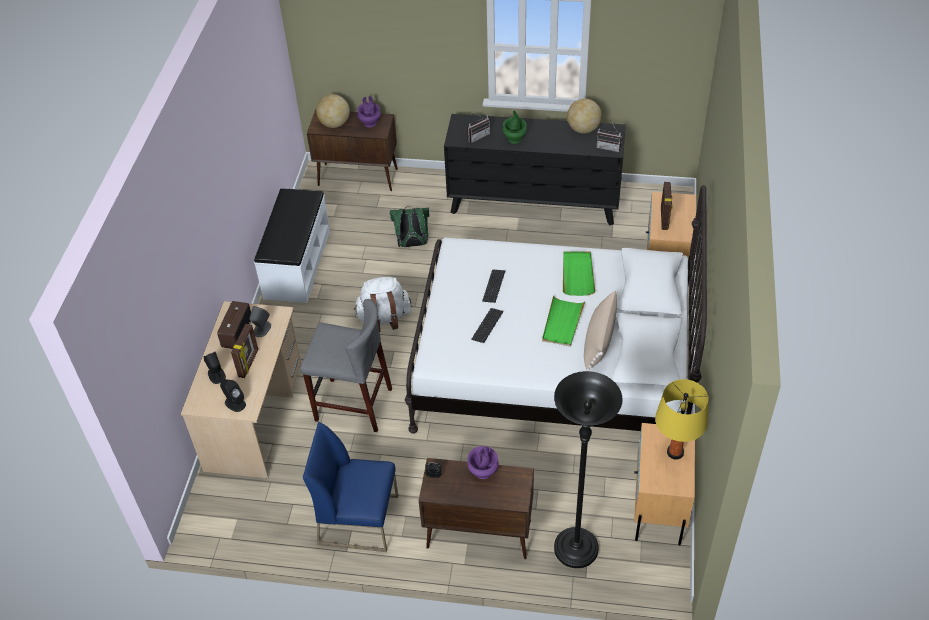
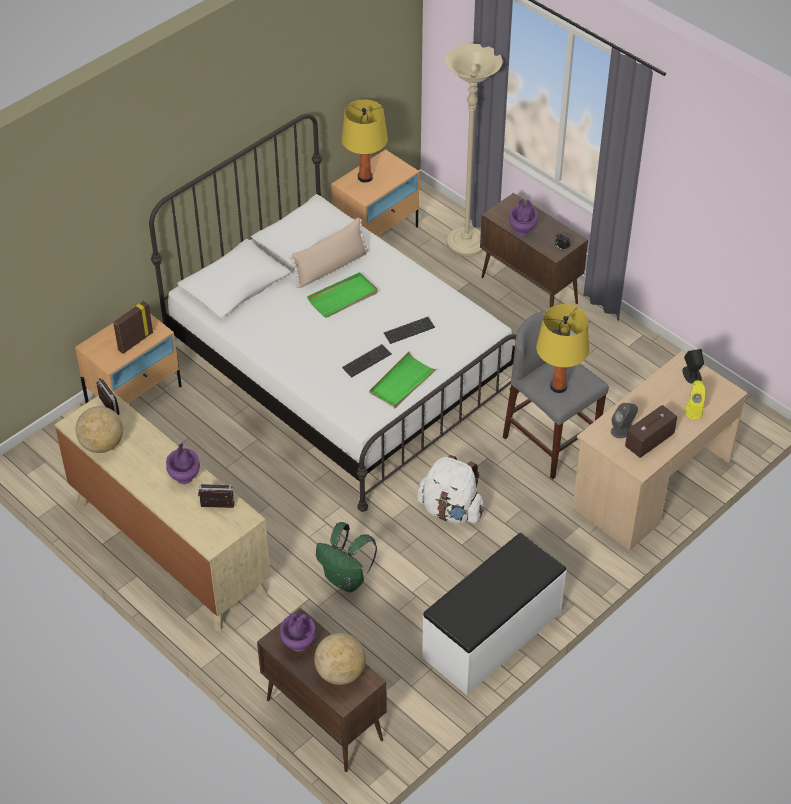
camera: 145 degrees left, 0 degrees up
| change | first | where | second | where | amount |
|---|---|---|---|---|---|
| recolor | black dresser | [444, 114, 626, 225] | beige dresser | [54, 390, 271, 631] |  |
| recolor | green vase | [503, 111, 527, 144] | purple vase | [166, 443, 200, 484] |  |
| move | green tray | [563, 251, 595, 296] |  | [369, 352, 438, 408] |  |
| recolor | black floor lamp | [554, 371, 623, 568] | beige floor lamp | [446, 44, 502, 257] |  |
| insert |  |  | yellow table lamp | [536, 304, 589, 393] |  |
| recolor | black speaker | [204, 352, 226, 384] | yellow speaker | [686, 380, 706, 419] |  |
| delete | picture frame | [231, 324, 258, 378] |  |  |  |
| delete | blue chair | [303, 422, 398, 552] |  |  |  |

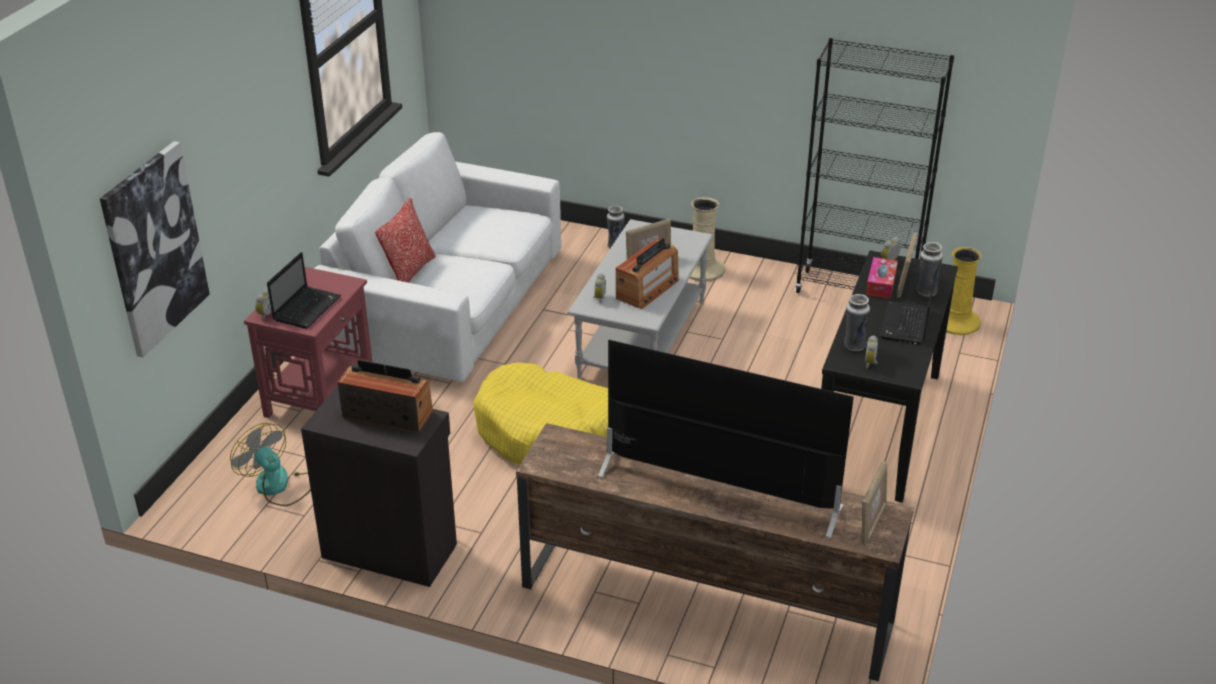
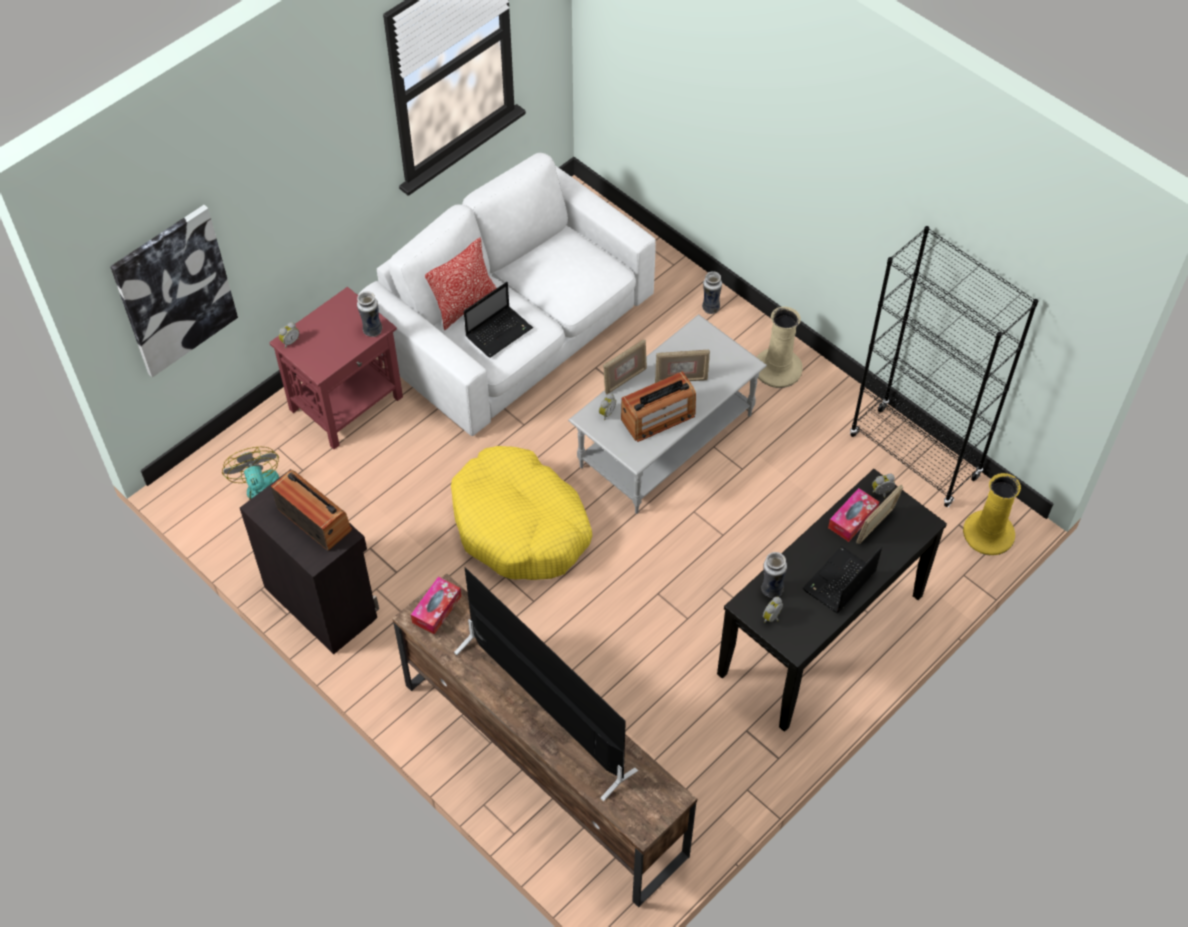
camera: 25 degrees right, 20 degrees up
| change | first | where | second | where | amount |
|---|---|---|---|---|---|
| move | vase | [917, 242, 943, 297] |  | [357, 291, 382, 337] |  |
| insert |  |  | tissue box | [411, 577, 461, 634] |  |
| move | laptop | [267, 252, 341, 329] |  | [464, 282, 533, 358] |  |
| move | picture frame | [862, 460, 887, 546] |  | [603, 339, 647, 395] |  |

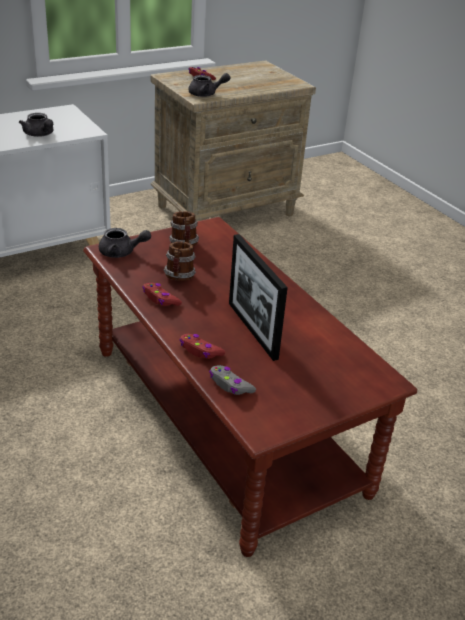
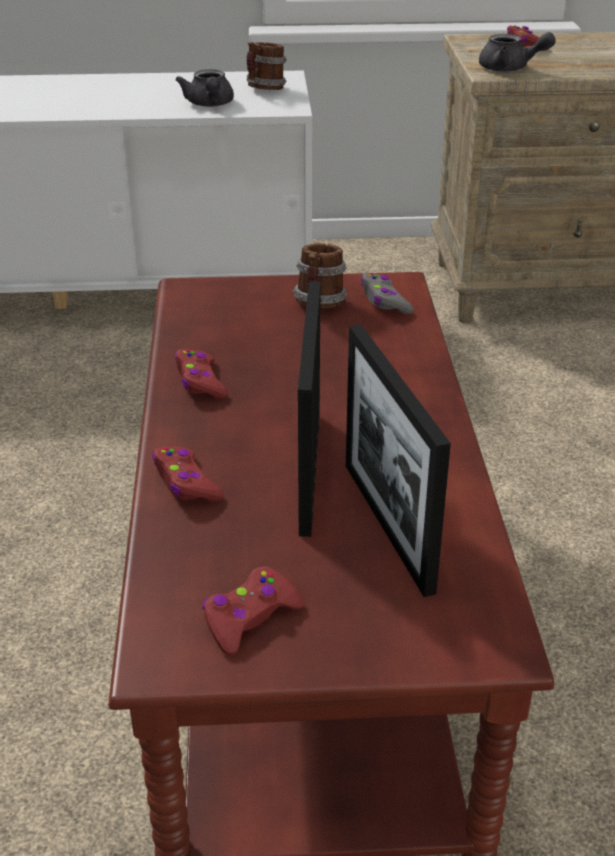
camera: 30 degrees right, 0 degrees up
| change | first | where | second | where | amount |
|---|---|---|---|---|---|
| insert |  |  | red game controller | [202, 566, 305, 655] |  |
| move | mug | [164, 241, 196, 281] |  | [246, 42, 287, 90] |  |
| insert |  |  | picture frame | [346, 324, 451, 597] |  |
| move | grey game controller | [209, 365, 256, 395] |  | [361, 273, 414, 314] |  |
| delete | grey teapot | [99, 228, 151, 258] |  |  |  |

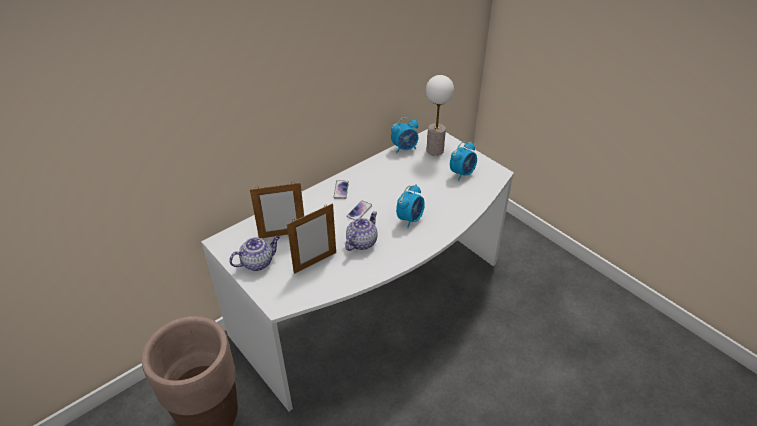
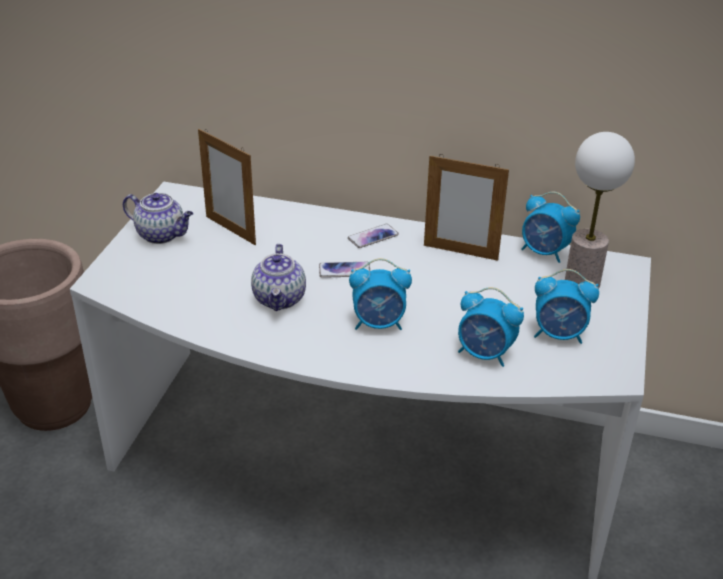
camera: 55 degrees right, 5 degrees down
| change | first | where | second | where | amount |
|---|---|---|---|---|---|
| rotate | teapot | [345, 211, 378, 251] |  | [251, 244, 306, 311] | 90 degrees clockwise |
| move | picture frame | [287, 203, 336, 274] |  | [424, 154, 509, 261] |  |
| insert |  |  | alarm clock | [458, 287, 524, 367] |  |

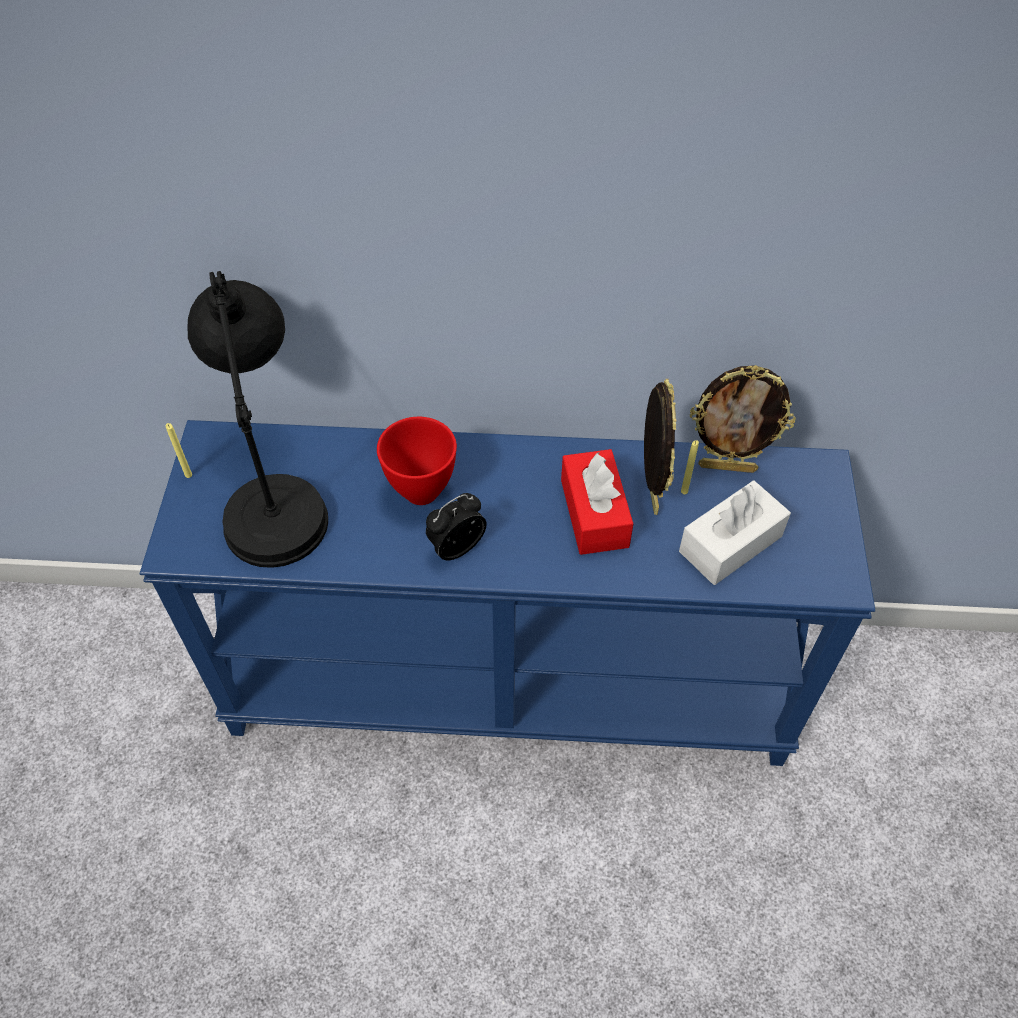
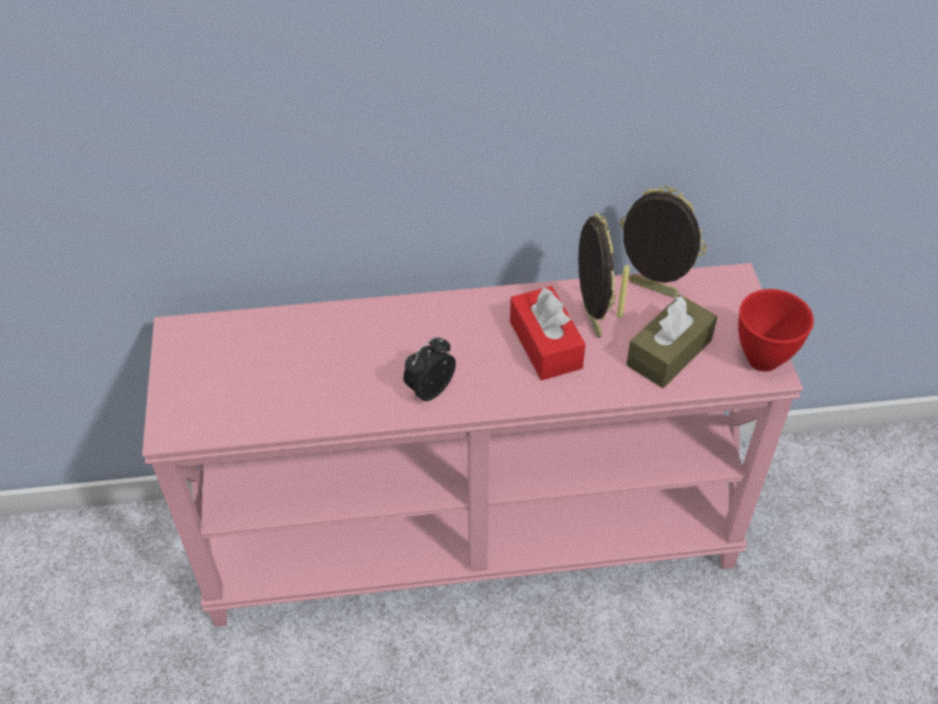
camera: 10 degrees left, 5 degrees down
| change | first | where | second | where | amount |
|---|---|---|---|---|---|
| recolor | blue console table | [140, 420, 875, 766] | pink console table | [142, 263, 803, 627] |  |
| rotate | picture frame | [690, 365, 796, 473] |  | [620, 185, 707, 298] | 150 degrees counterclockwise |
| recolor | white tissue box | [679, 481, 791, 585] | brown tissue box | [626, 295, 717, 388] |  |
| move | red bowl | [377, 417, 457, 505] |  | [738, 289, 814, 372] |  |
| delete | yellow candle | [166, 423, 192, 478] |  |  |  |
| delete | black table lamp | [187, 271, 328, 568] |  |  |  |

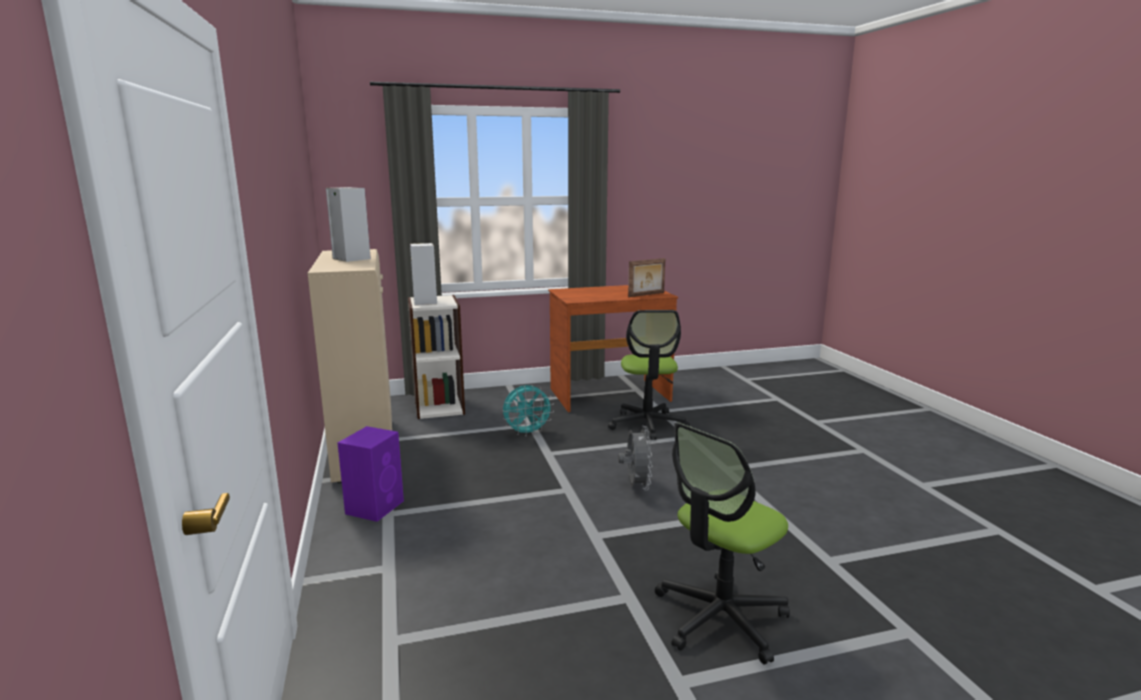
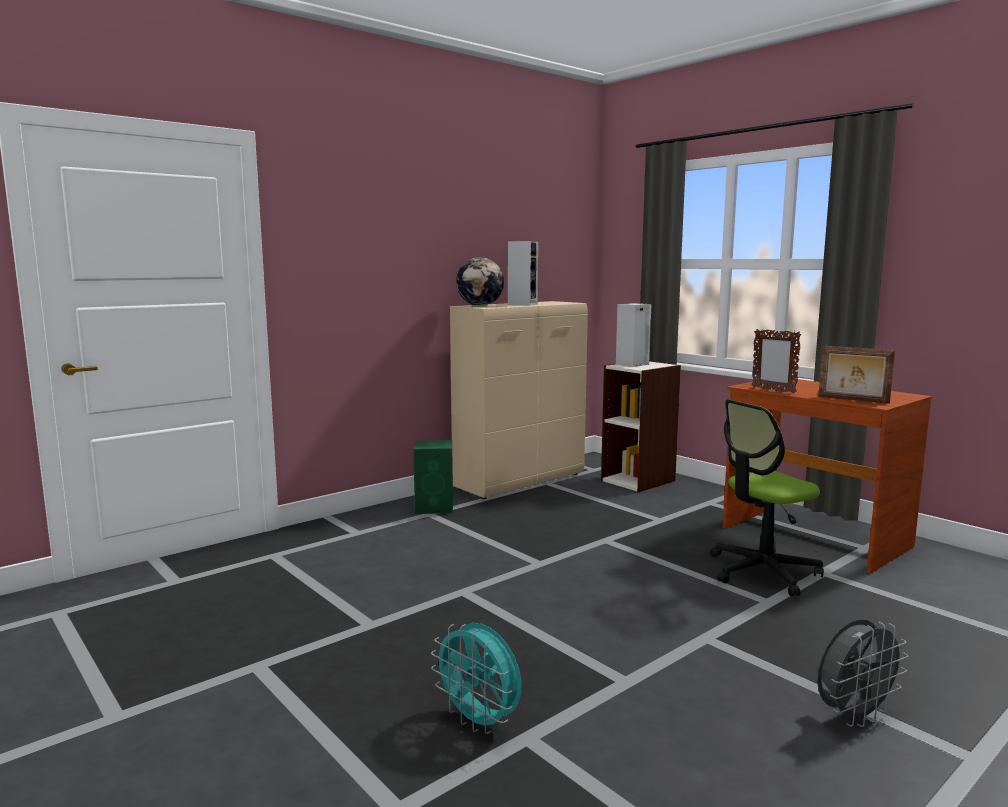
camera: 65 degrees right, 5 degrees down
| change | first | where | second | where | amount |
|---|---|---|---|---|---|
| recolor | purple speaker | [338, 426, 404, 522] | green speaker | [413, 440, 453, 514] |  |
| move | turquoise fan | [503, 385, 554, 437] |  | [431, 623, 522, 734] |  |
| insert |  |  | globe | [456, 257, 504, 306] |  |
| insert |  |  | picture frame | [752, 329, 801, 393] |  |
| move | grey fan | [618, 426, 653, 491] |  | [817, 619, 909, 727] |  |
| delete | office chair | [655, 422, 790, 665] |  |  |  |

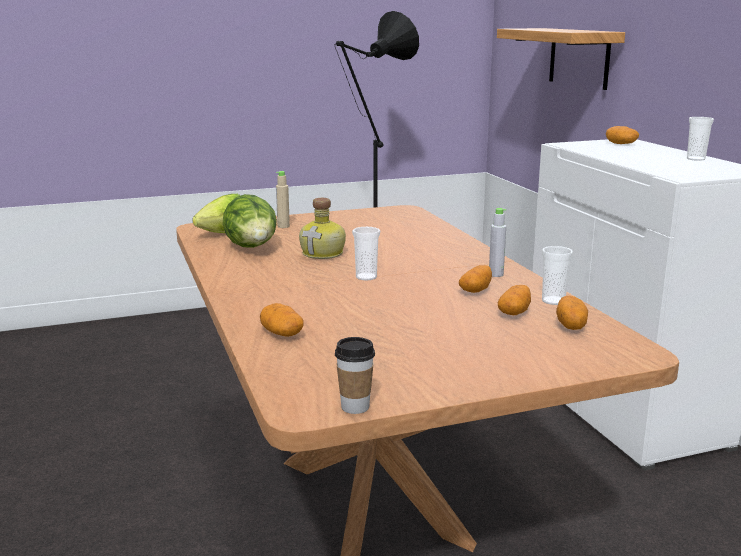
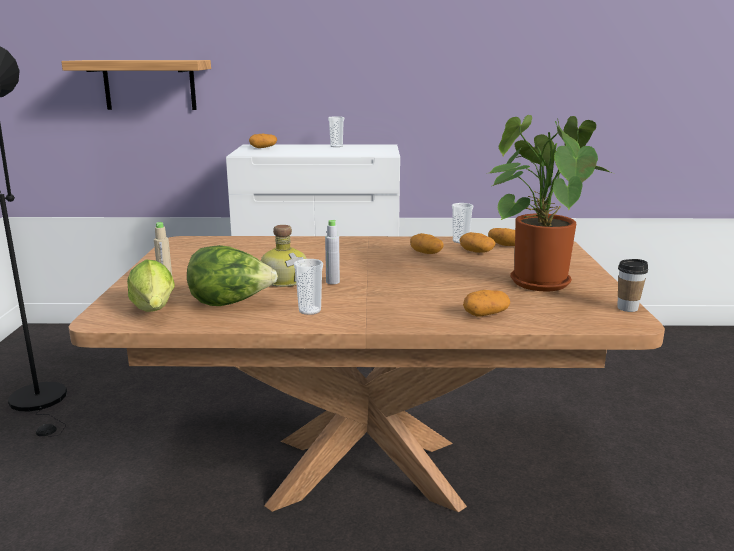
camera: 70 degrees left, 0 degrees up
| change | first | where | second | where | amount |
|---|---|---|---|---|---|
| move | cup | [352, 227, 380, 280] |  | [294, 259, 323, 315] |  |
| move | grey bottle | [489, 208, 506, 277] |  | [325, 220, 340, 284] |  |
| insert |  |  | potted plant | [490, 115, 616, 291] |  |

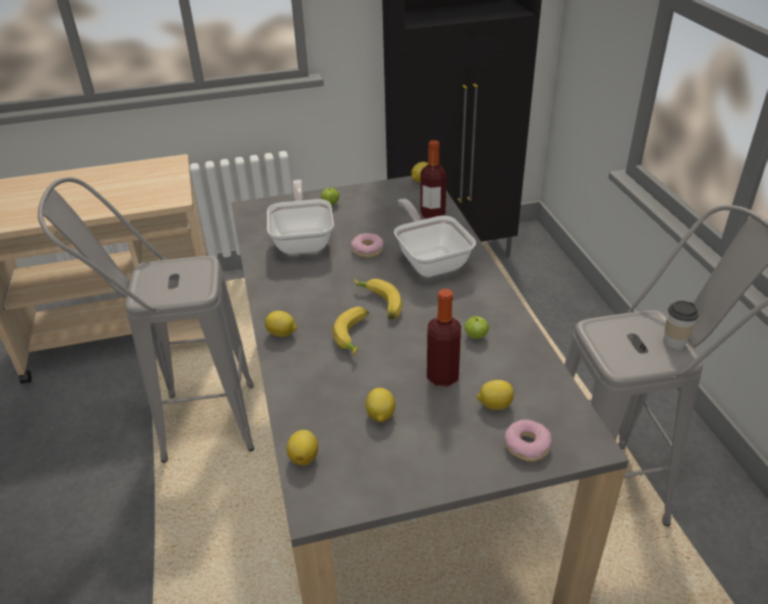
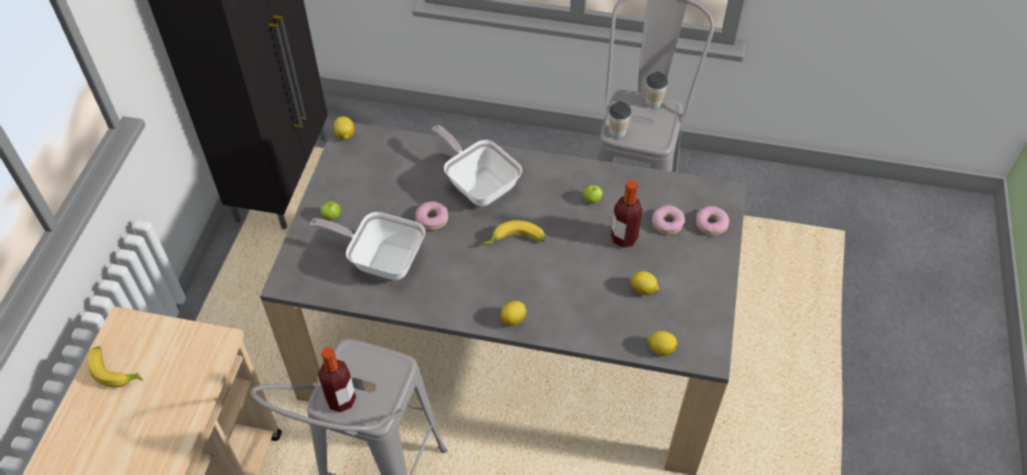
camera: 65 degrees left, 15 degrees up
| change | first | where | second | where | amount |
|---|---|---|---|---|---|
| move | banana | [333, 307, 369, 356] |  | [88, 346, 143, 387] |  |
| move | bottle | [420, 140, 447, 219] |  | [318, 347, 356, 412] |  |
| rotate | frying pan | [394, 198, 476, 277] |  | [432, 125, 522, 206] | 45 degrees clockwise |
| insert |  |  | cup | [609, 101, 631, 138] |  |
| replace | lemon | [477, 380, 514, 410] | donut | [652, 205, 685, 235] |  |

